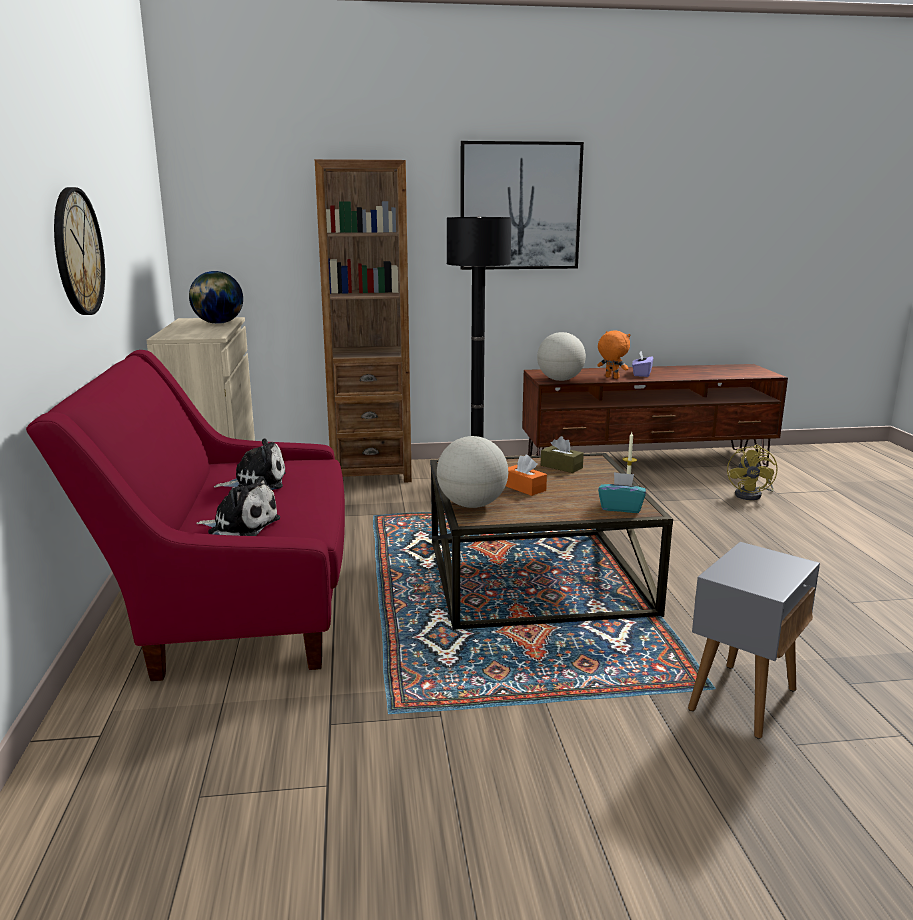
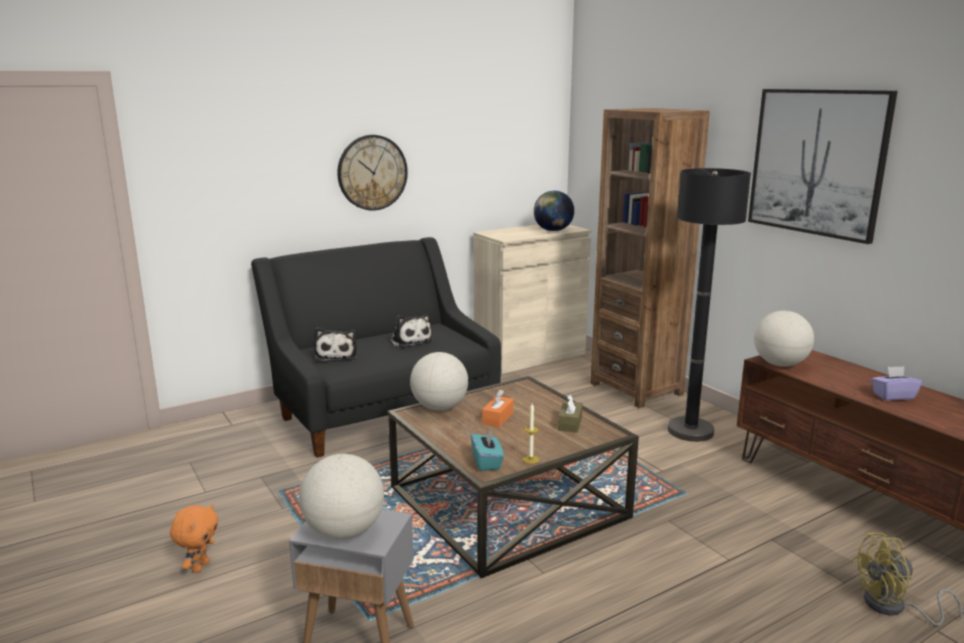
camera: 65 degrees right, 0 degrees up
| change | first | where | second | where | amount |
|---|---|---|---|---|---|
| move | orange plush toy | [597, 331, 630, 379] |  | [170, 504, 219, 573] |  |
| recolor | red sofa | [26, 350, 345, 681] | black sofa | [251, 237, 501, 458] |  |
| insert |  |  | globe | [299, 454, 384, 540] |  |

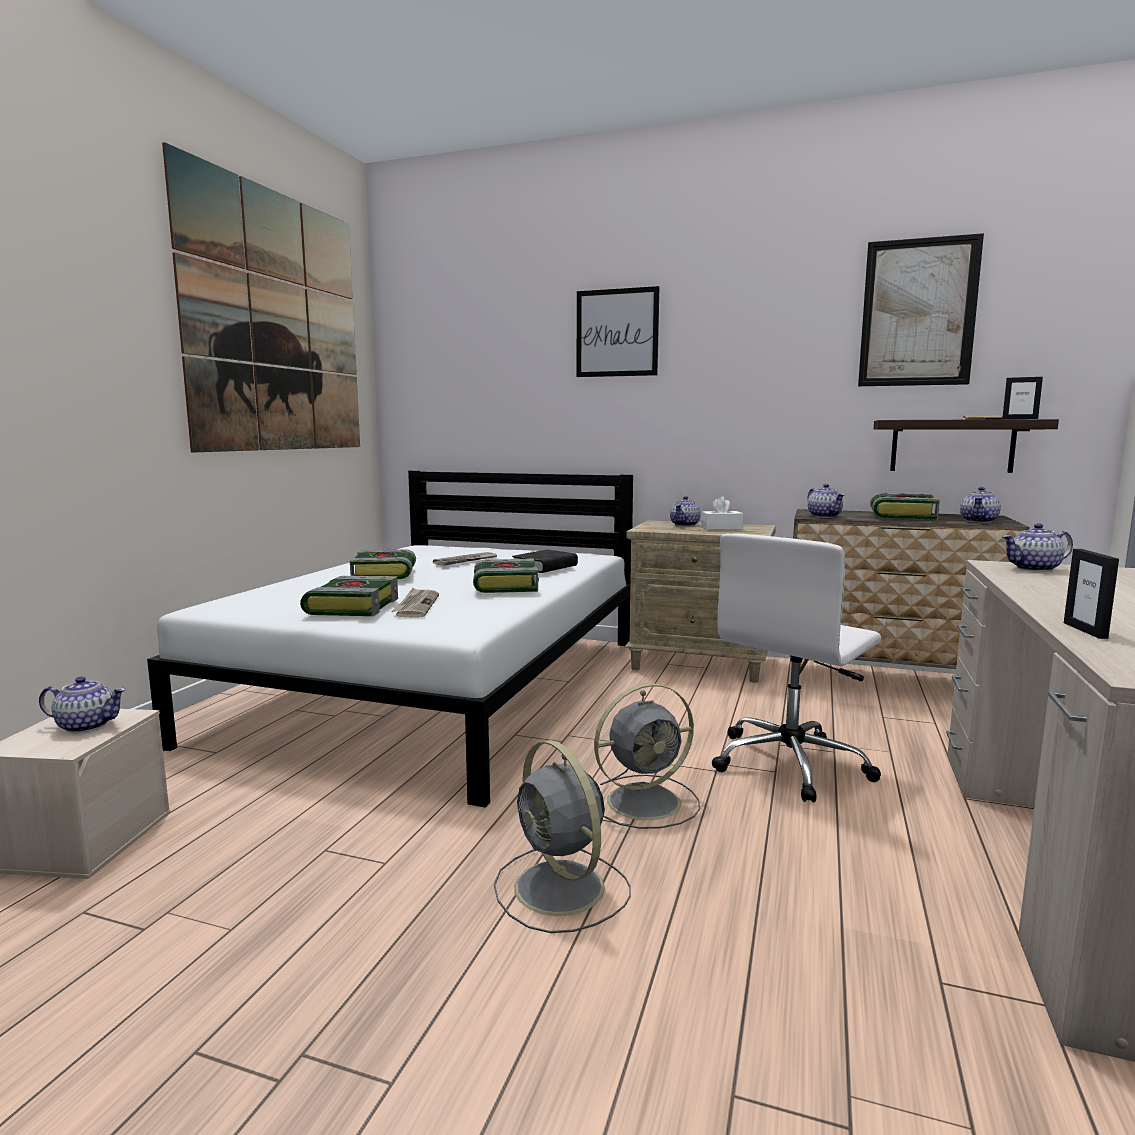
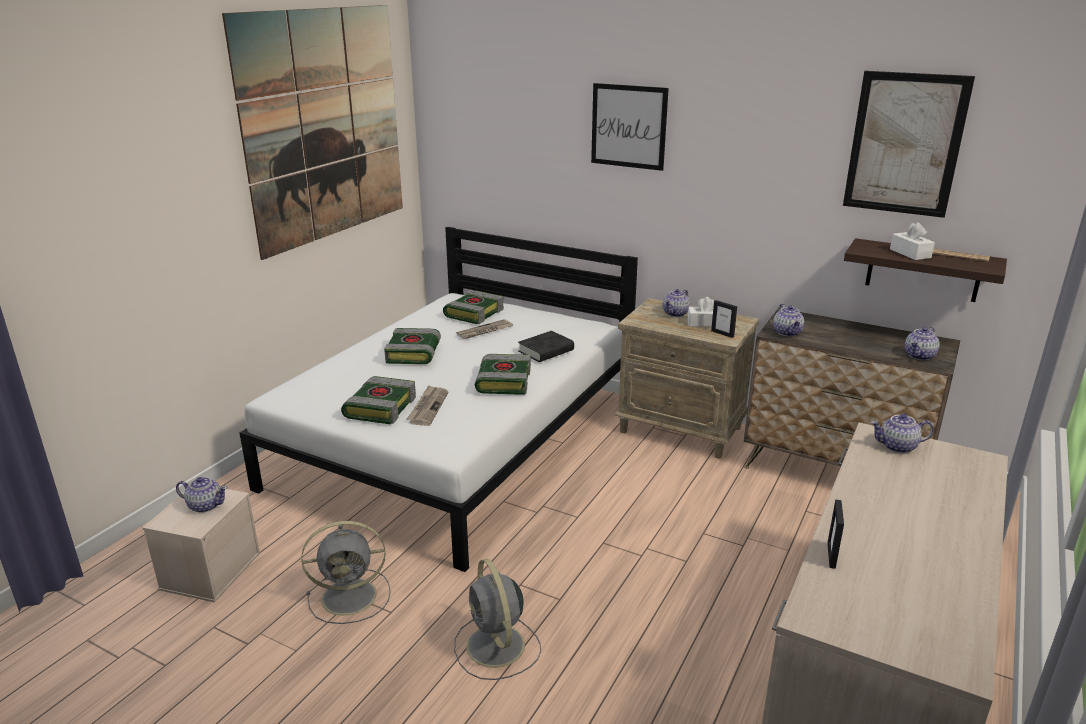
camera: 10 degrees right, 15 degrees up
| change | first | where | second | where | amount |
|---|---|---|---|---|---|
| move | grey fan | [594, 683, 700, 829] |  | [301, 521, 391, 624] |  |
| move | book | [870, 493, 940, 520] |  | [443, 290, 504, 324] |  |
| move | picture frame | [1002, 377, 1043, 419] |  | [711, 300, 737, 338] |  |
| insert |  |  | white tissue box | [890, 222, 935, 260] |  |
| delete | white office chair | [712, 533, 881, 802] |  |  |  |

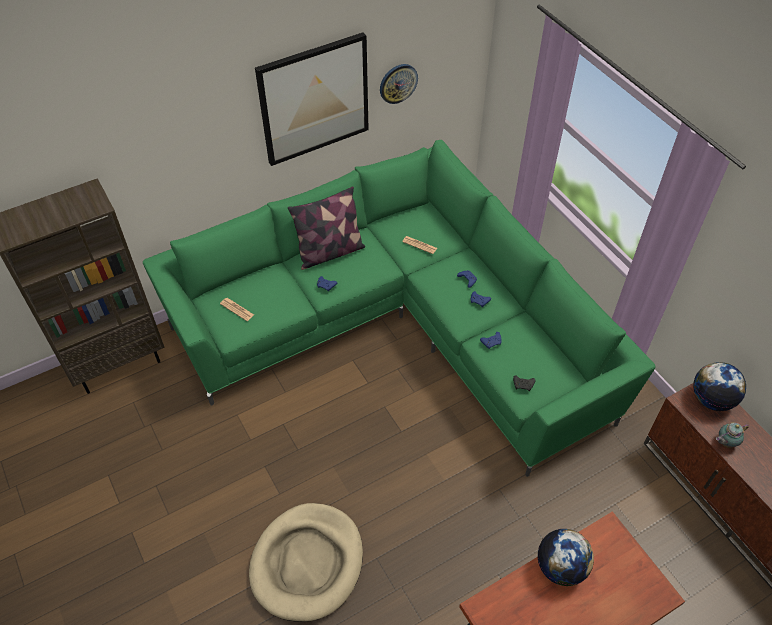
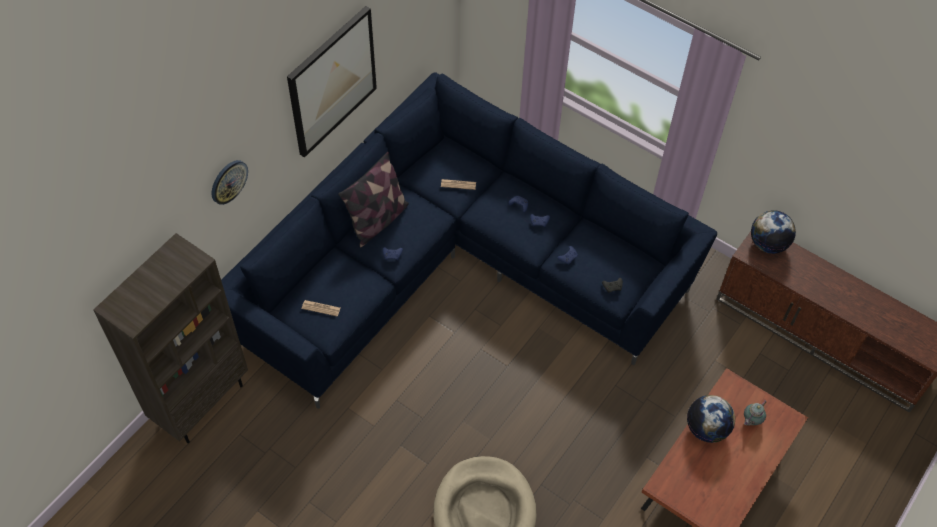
camera: 25 degrees left, 5 degrees up
| change | first | where | second | where | amount |
|---|---|---|---|---|---|
| move | wall clock | [380, 64, 418, 104] |  | [212, 160, 248, 205] |  |
| recolor | green sofa | [143, 140, 656, 477] | blue sofa | [221, 72, 717, 409] |  |
| move | teapot | [716, 422, 749, 448] |  | [744, 401, 766, 426] |  |

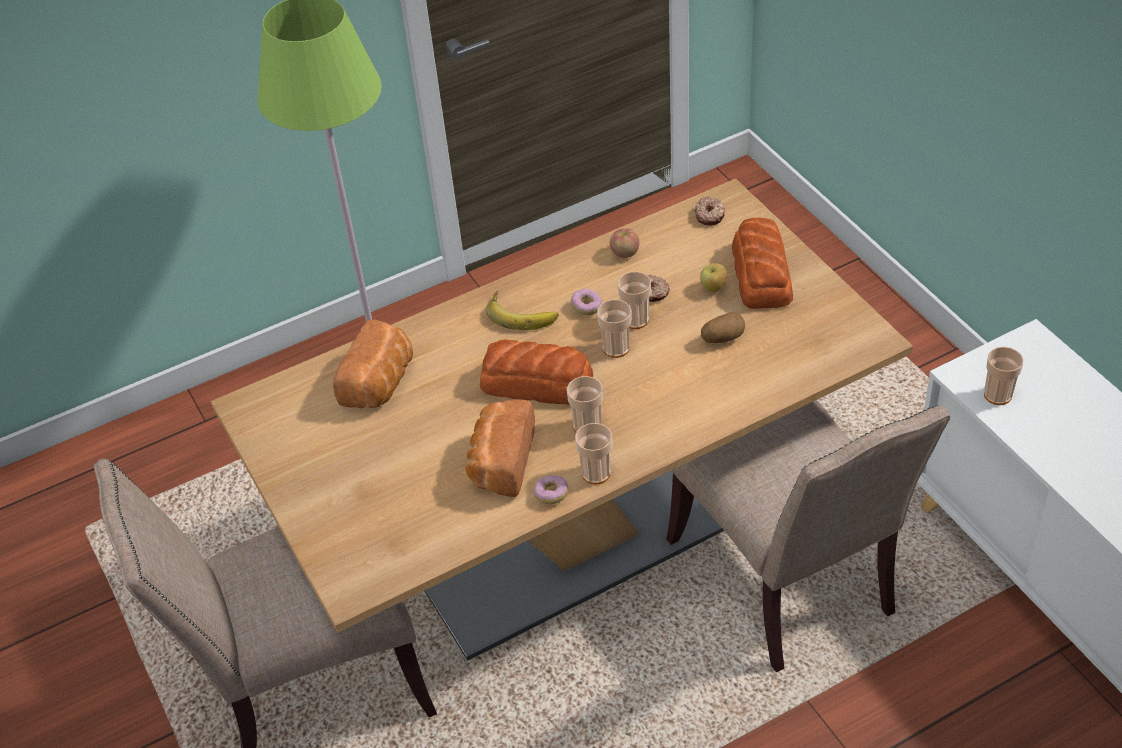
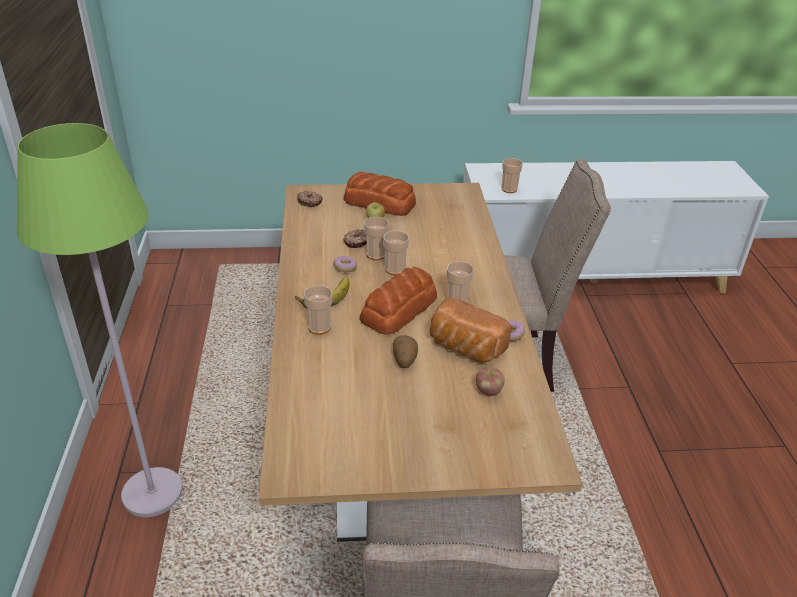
camera: 70 degrees left, 10 degrees down
| change | first | where | second | where | amount |
|---|---|---|---|---|---|
| move | cup | [575, 423, 612, 484] |  | [304, 285, 332, 335] |  |
| move | potato | [701, 312, 745, 343] |  | [393, 335, 418, 368] |  |
| move | apple | [610, 228, 640, 258] |  | [476, 367, 505, 396] |  |
| delete | bread | [333, 319, 413, 408] |  |  |  |

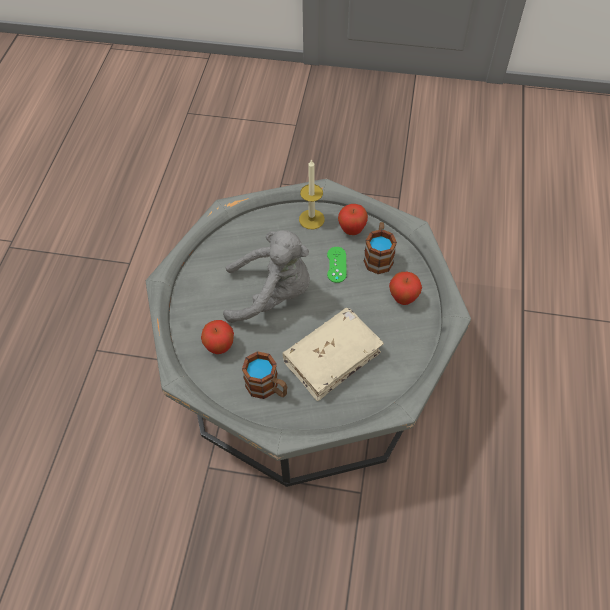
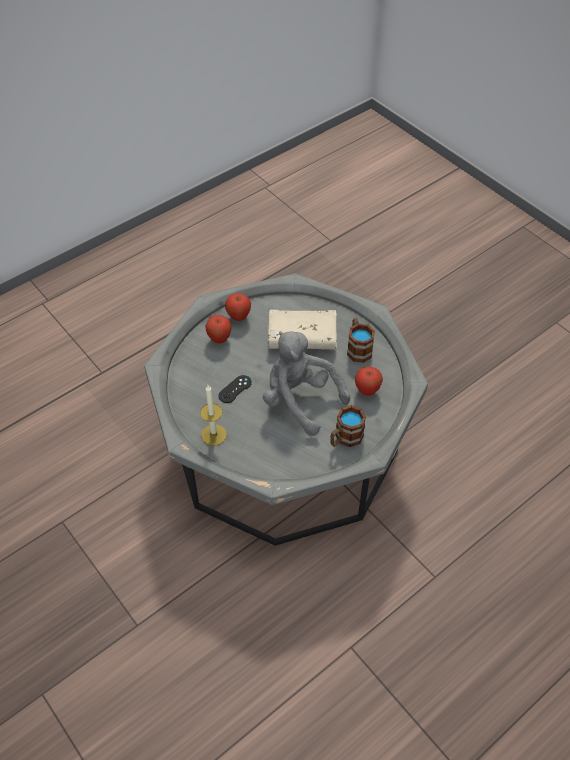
camera: 140 degrees left, 5 degrees down
| change | first | where | second | where | amount |
|---|---|---|---|---|---|
| recolor | green game controller | [327, 247, 347, 283] | black game controller | [218, 375, 252, 403] |  |
| move | apple | [338, 204, 368, 235] |  | [225, 293, 251, 321] |  |
| move | mug | [364, 222, 397, 274] |  | [330, 405, 366, 447] |  |

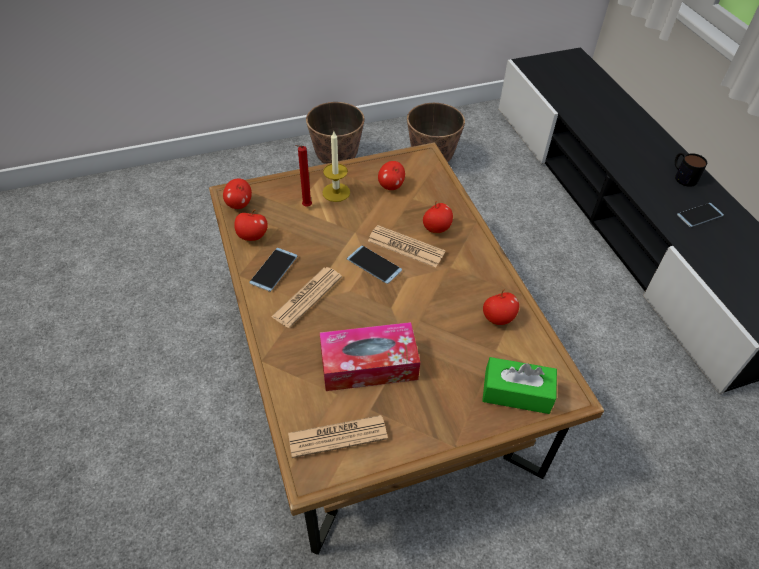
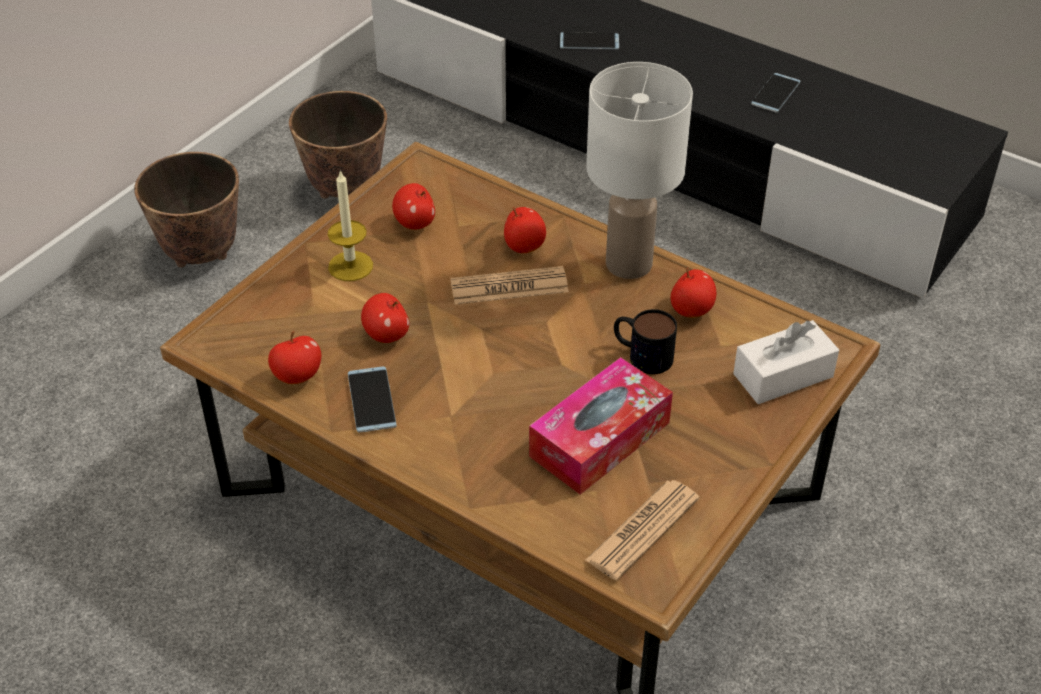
camera: 35 degrees left, 5 degrees down
| change | first | where | second | where | amount |
|---|---|---|---|---|---|
| move | apple | [223, 178, 252, 209] |  | [361, 293, 409, 343] |  |
| move | phone | [347, 246, 402, 284] |  | [560, 32, 619, 49] |  |
| insert |  |  | white table lamp | [586, 62, 693, 279] |  |
| move | mug | [675, 153, 707, 187] |  | [614, 309, 677, 374] |  |
| recolor | green tissue box | [482, 357, 557, 414] | white tissue box | [733, 320, 839, 404] |  |
| delete | newspaper | [271, 267, 342, 328] |  |  |  |
| delete | red candle | [295, 145, 312, 207] |  |  |  |

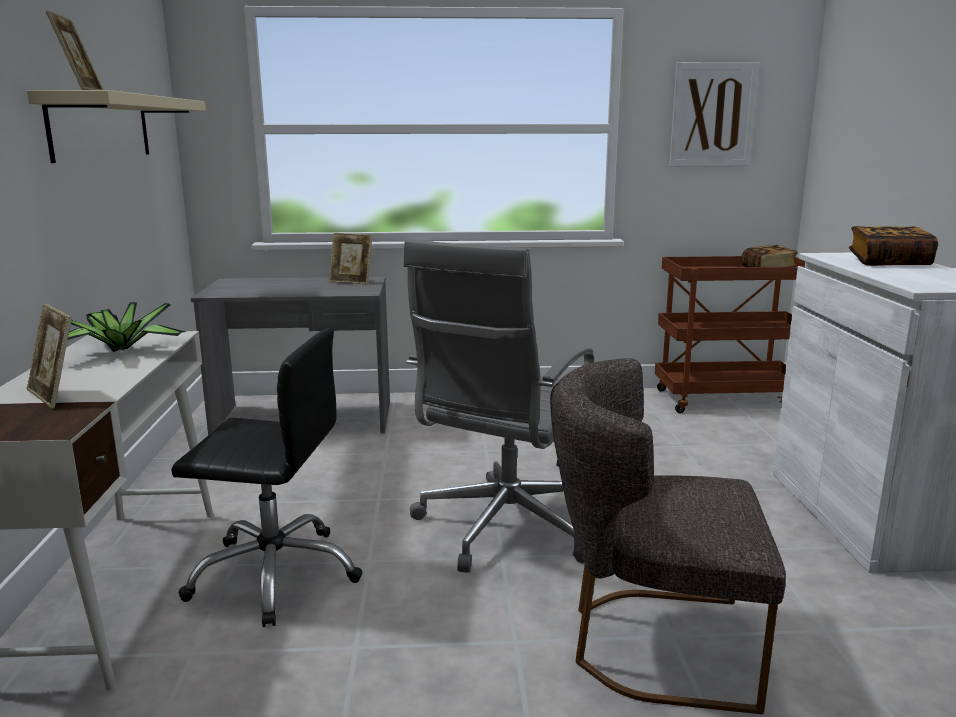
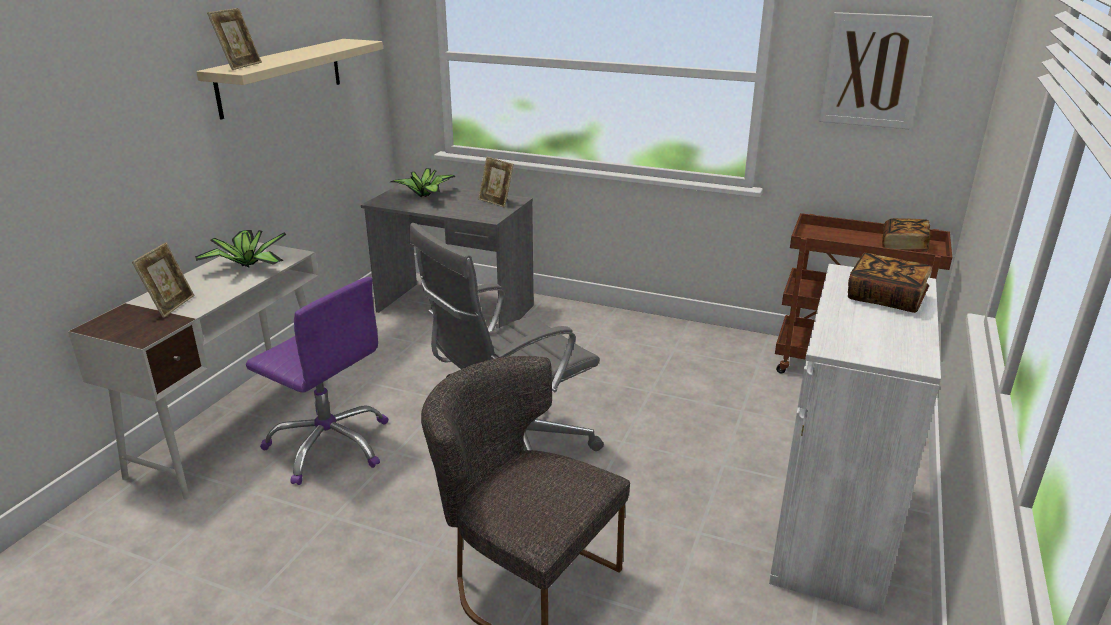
camera: 25 degrees right, 10 degrees up
| change | first | where | second | where | amount |
|---|---|---|---|---|---|
| rotate | picture frame | [27, 303, 72, 408] |  | [132, 242, 194, 318] | 150 degrees counterclockwise |
| recolor | black office chair | [171, 328, 363, 627] | purple office chair | [246, 277, 388, 485] |  |
| insert |  |  | potted plant | [391, 168, 456, 197] |  |

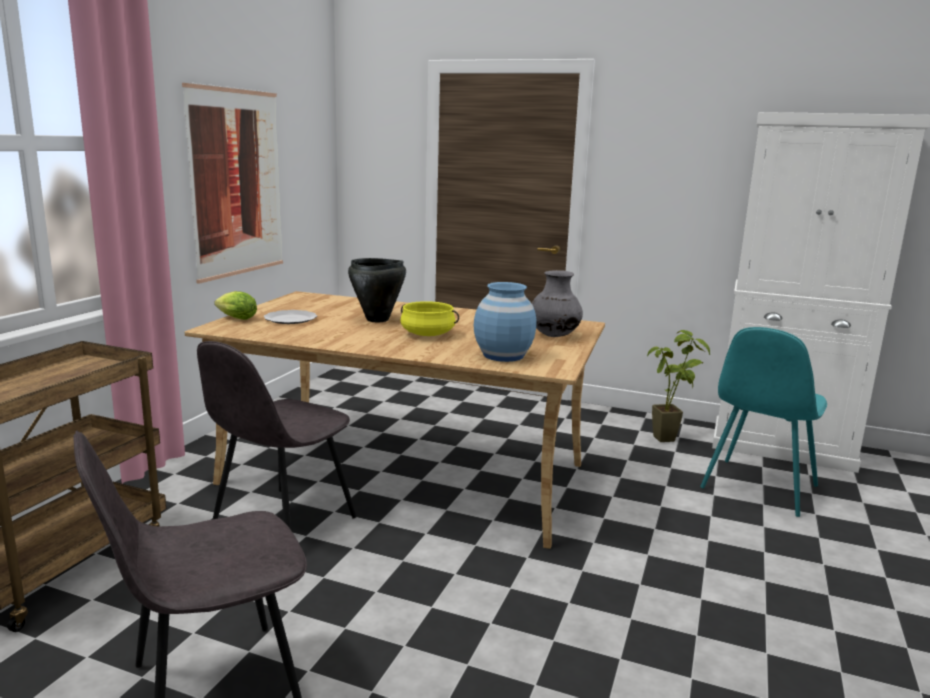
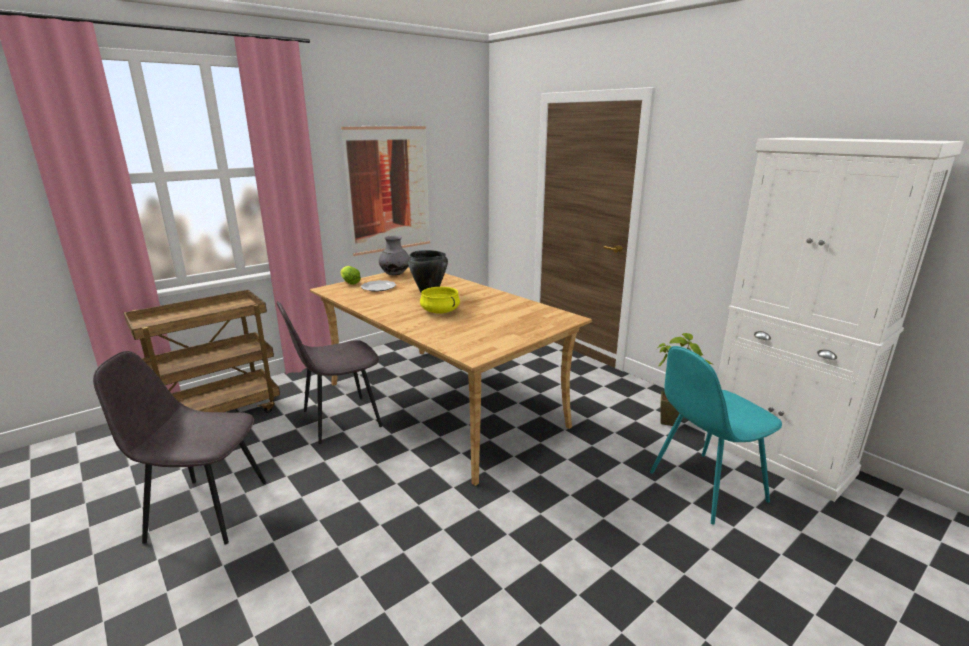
camera: 30 degrees right, 5 degrees up
| change | first | where | second | where | amount |
|---|---|---|---|---|---|
| move | grey vase | [532, 270, 583, 337] |  | [379, 236, 410, 275] |  |
| delete | blue vase | [474, 282, 536, 362] |  |  |  |

